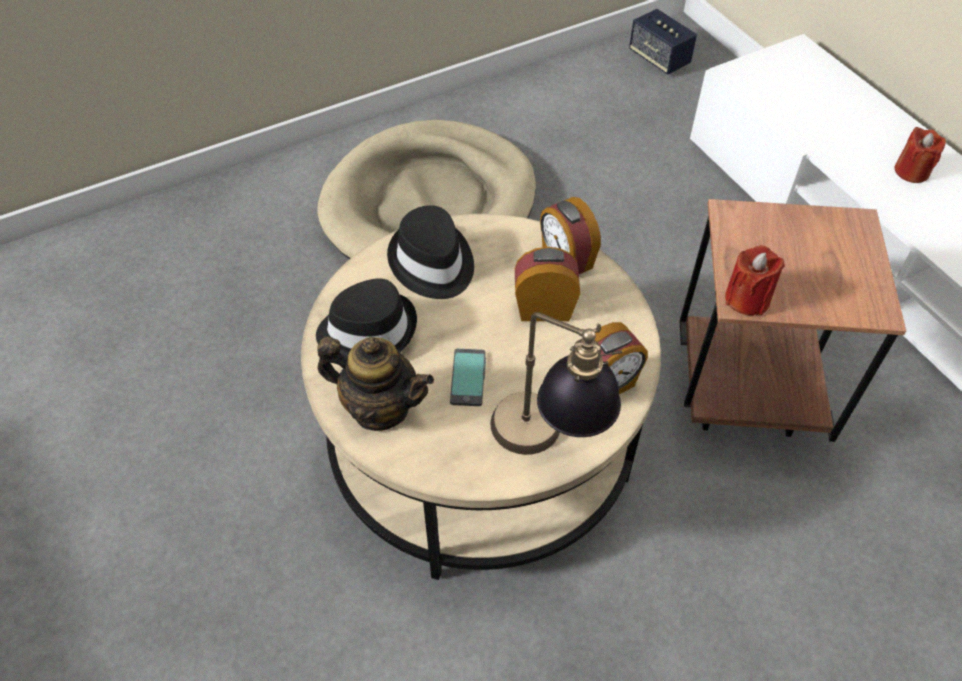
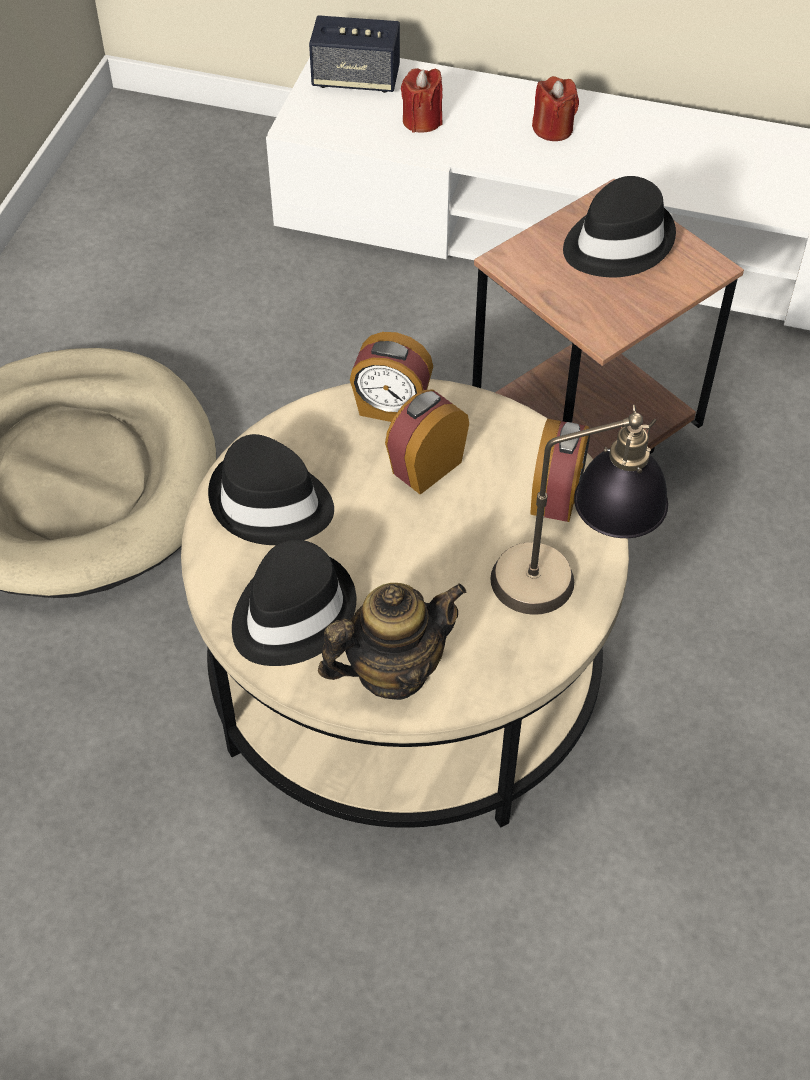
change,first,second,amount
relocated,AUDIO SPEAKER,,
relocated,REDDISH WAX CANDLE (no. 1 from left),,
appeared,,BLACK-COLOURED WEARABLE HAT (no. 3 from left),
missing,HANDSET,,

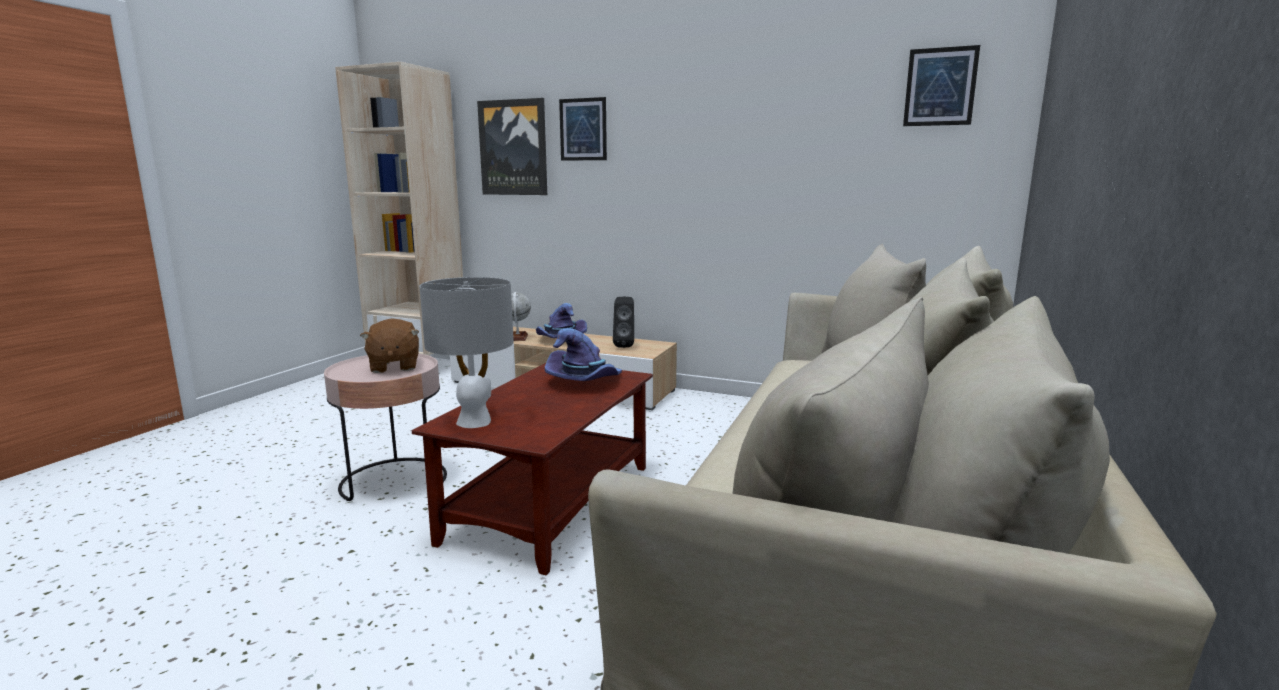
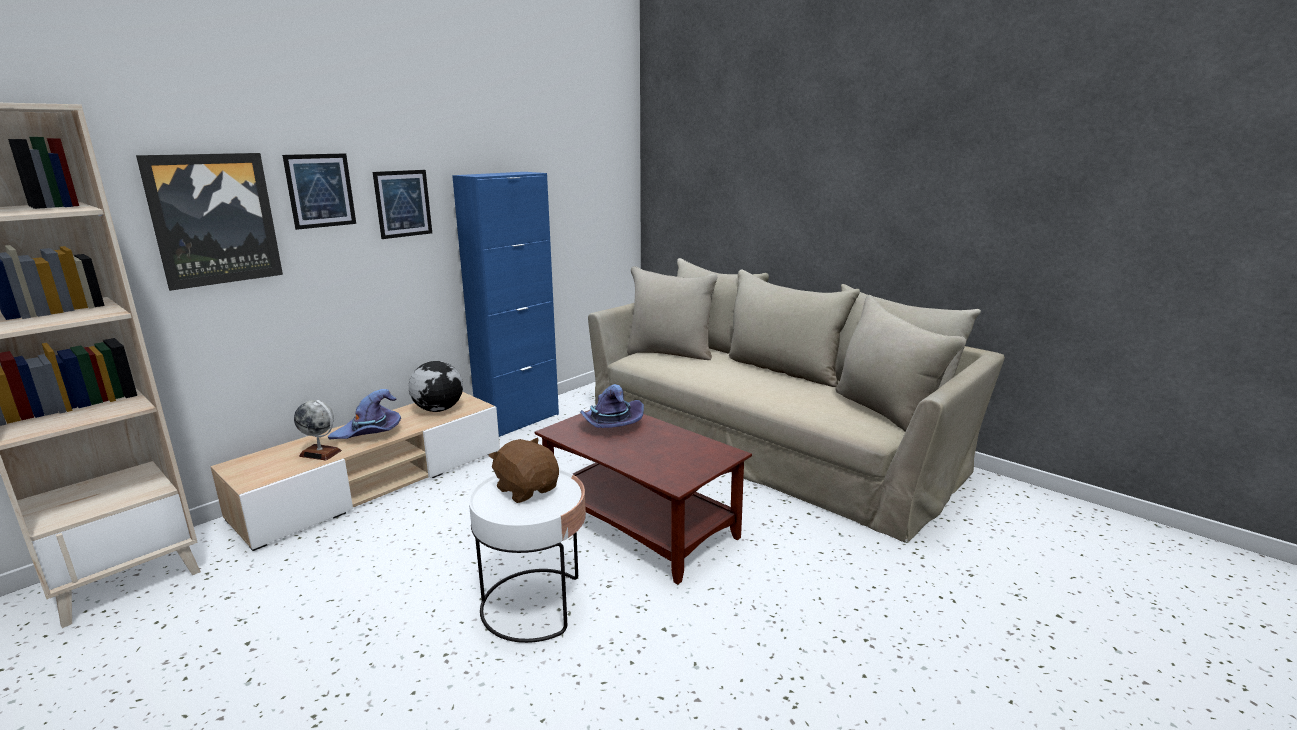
change,first,second,amount
relocated,PICTURE (no. 3 from left),,
exchanged,BLACK-COLOURED AUDIO SPEAKER,WORLD GLOBE (no. 2 from left),
appeared,,BLUE CUPBOARD,
colour,PINK SIDE TABLE,WHITISH SIDE TABLE,
spun,BROWN CUDDLY TOY,,135 degrees counterclockwise
missing,GREY LAMP FOR A TABLE,,

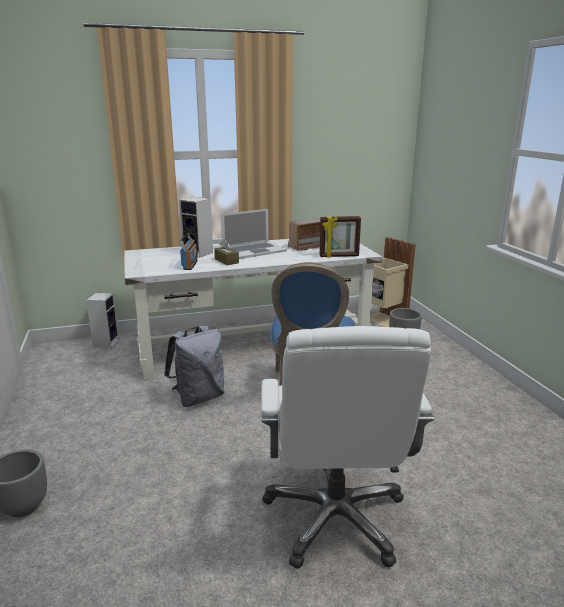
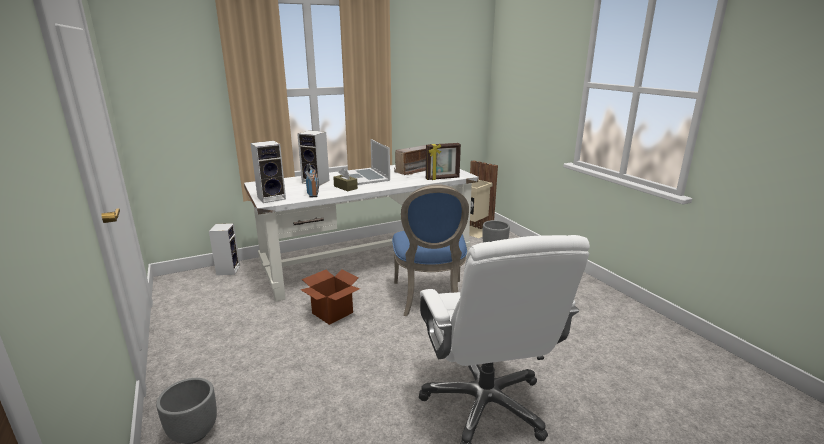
change,first,second,amount
appeared,,AUDIO SPEAKER (no. 2 from left),
exchanged,GREY KNAPSACK,CARTON,
spun,LAPTOP,,105 degrees clockwise

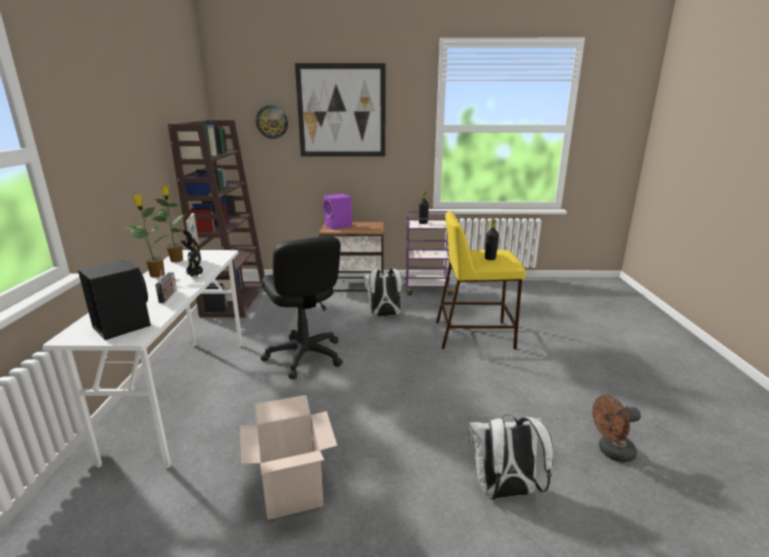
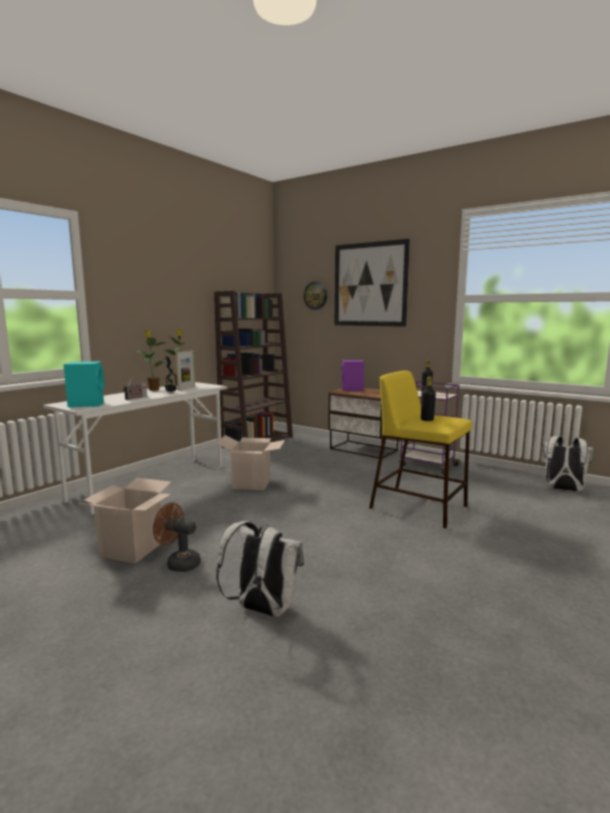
change,first,second,amount
colour,BLACK-COLOURED AUDIO SPEAKER,BLUE-GREEN AUDIO SPEAKER,
relocated,BROWN FAN,,
exchanged,BLACK-COLOURED DESK CHAIR,CARTON (no. 2 from left),
relocated,WHITISH KNAPSACK (no. 1 from left in the first image),WHITISH KNAPSACK (no. 2 from left),

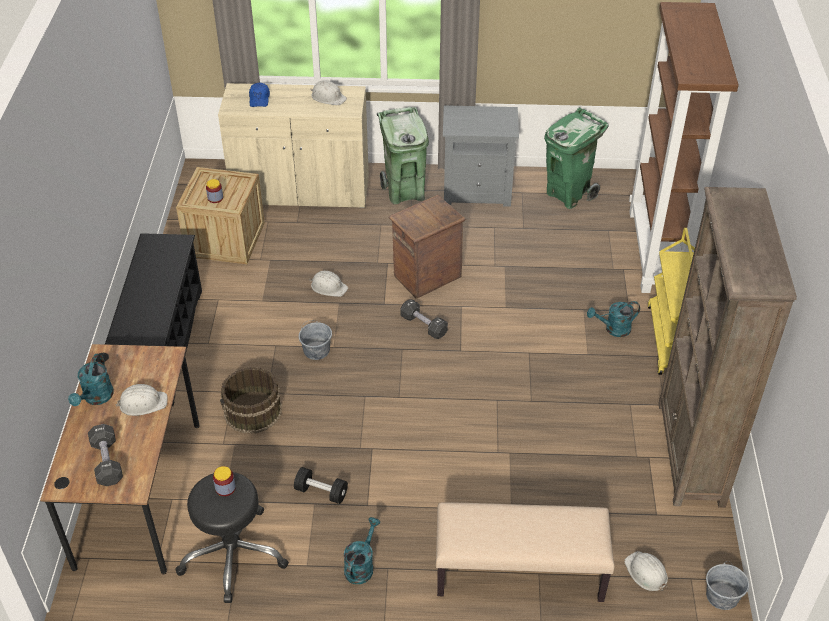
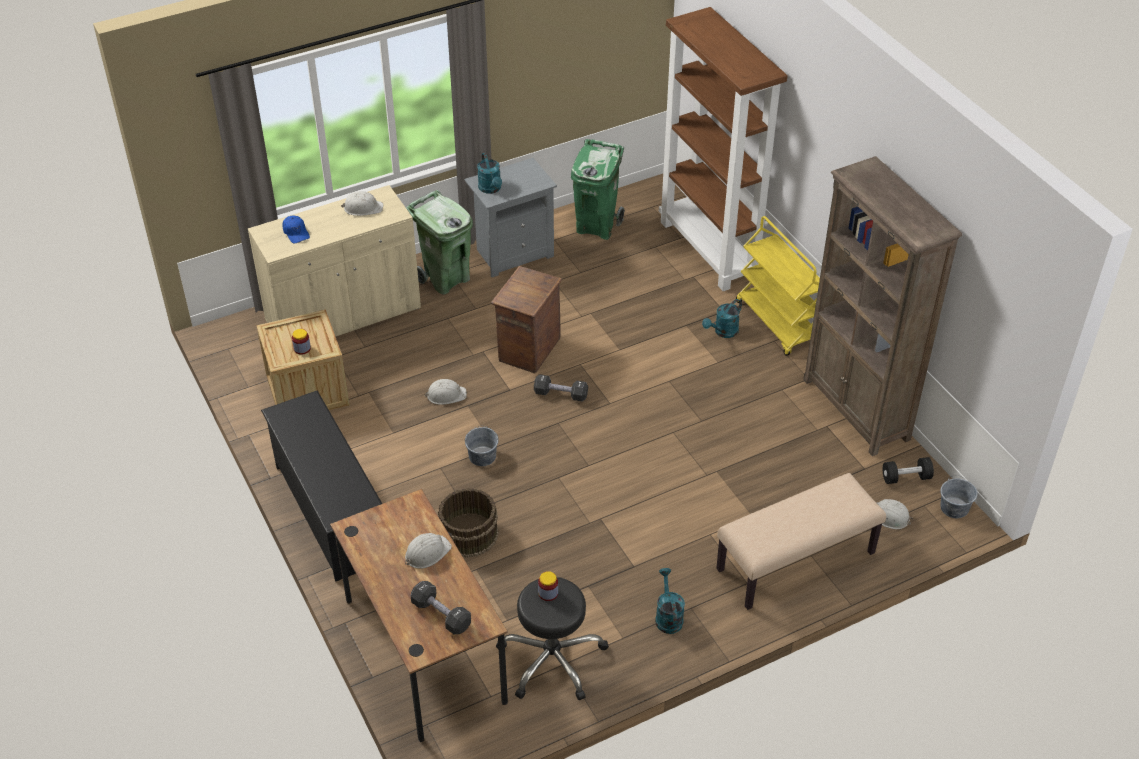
change,first,second,amount
relocated,BLUE-GREEN SPRINKLING CAN (no. 1 from left),,
relocated,BLACK-COLOURED DUMBBELL (no. 2 from left in the first image),BLACK-COLOURED DUMBBELL (no. 3 from left),

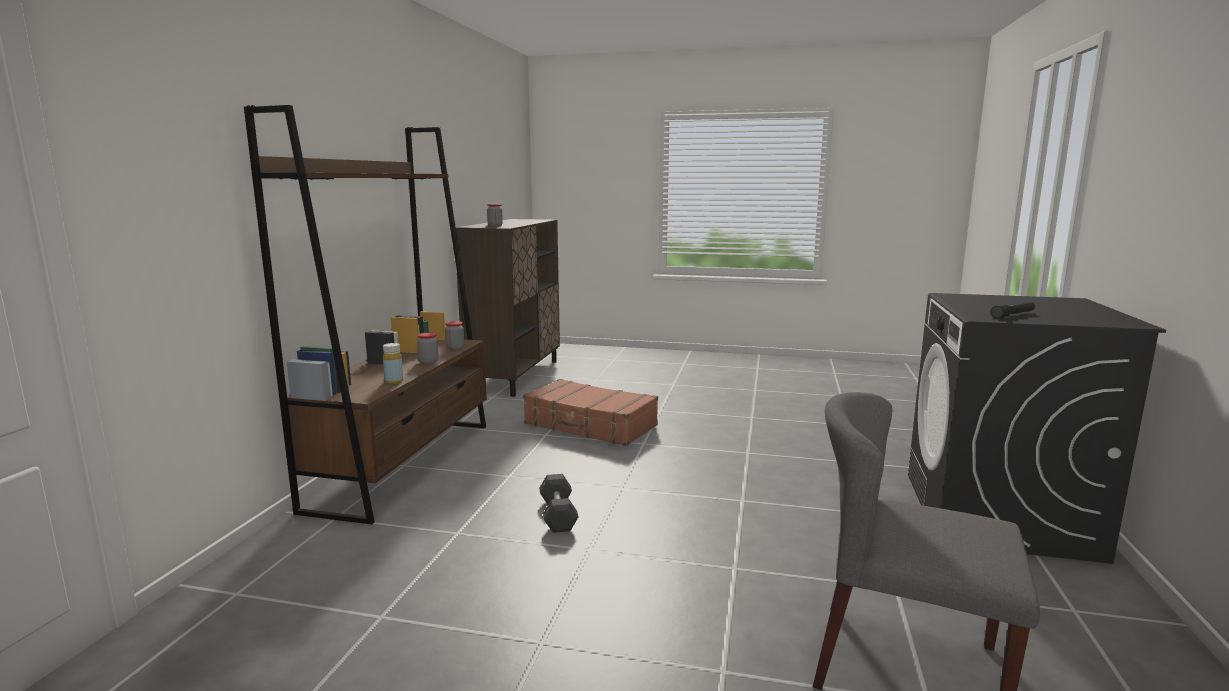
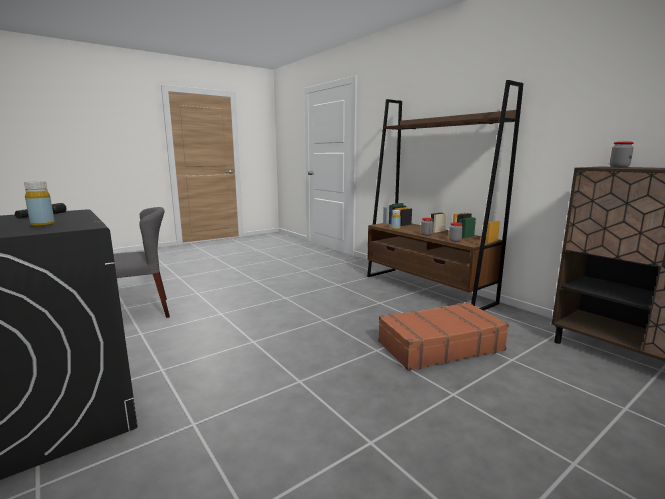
change,first,second,amount
appeared,,YELLOWISH BEVERAGE BOTTLE (no. 1 from left),
missing,GREY DUMBBELL,,

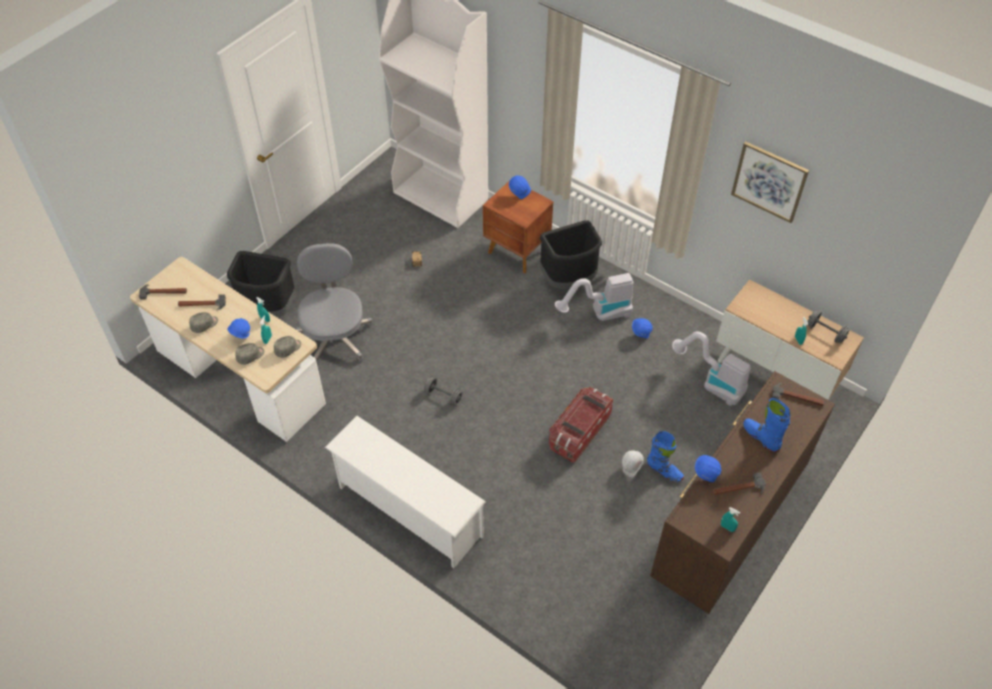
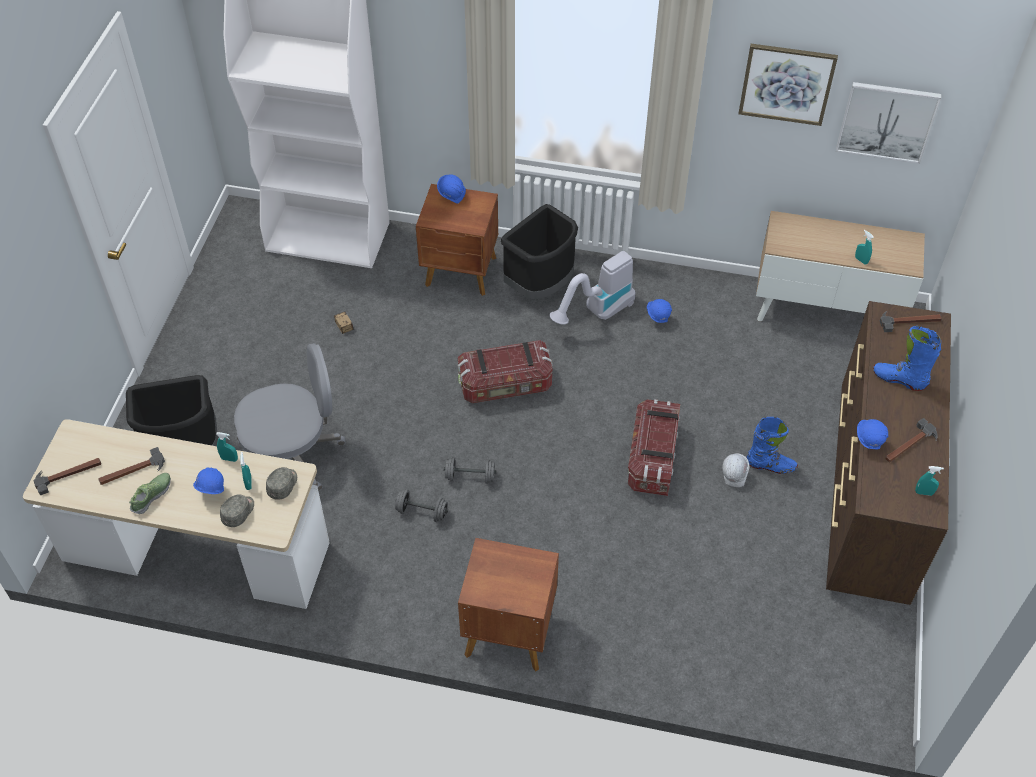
change,first,second,amount
exchanged,GREY PEAKED CAP (no. 1 from left),LOW SHOE,
spun,GREY DESK CHAIR,,105 degrees clockwise
relocated,GREY DUMBBELL (no. 2 from left in the first image),GREY DUMBBELL (no. 1 from left),
appeared,,STORAGE BIN (no. 2 from left),
exchanged,WHITISH SHOE SHELF,BROWN NIGHT TABLE (no. 2 from left),
appeared,,PICTURE (no. 2 from left),
missing,VACUUM (no. 2 from left),,

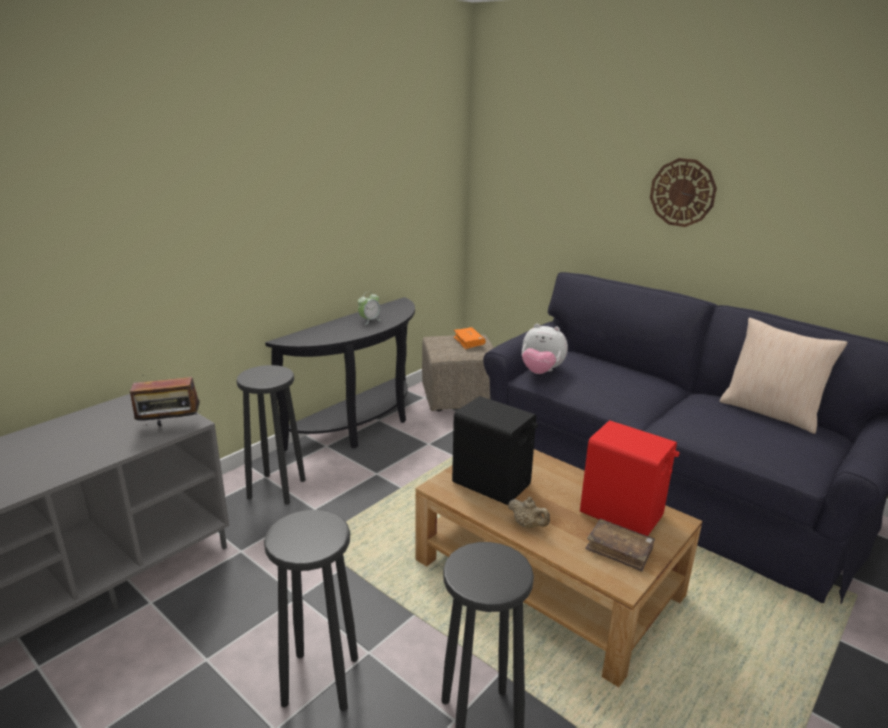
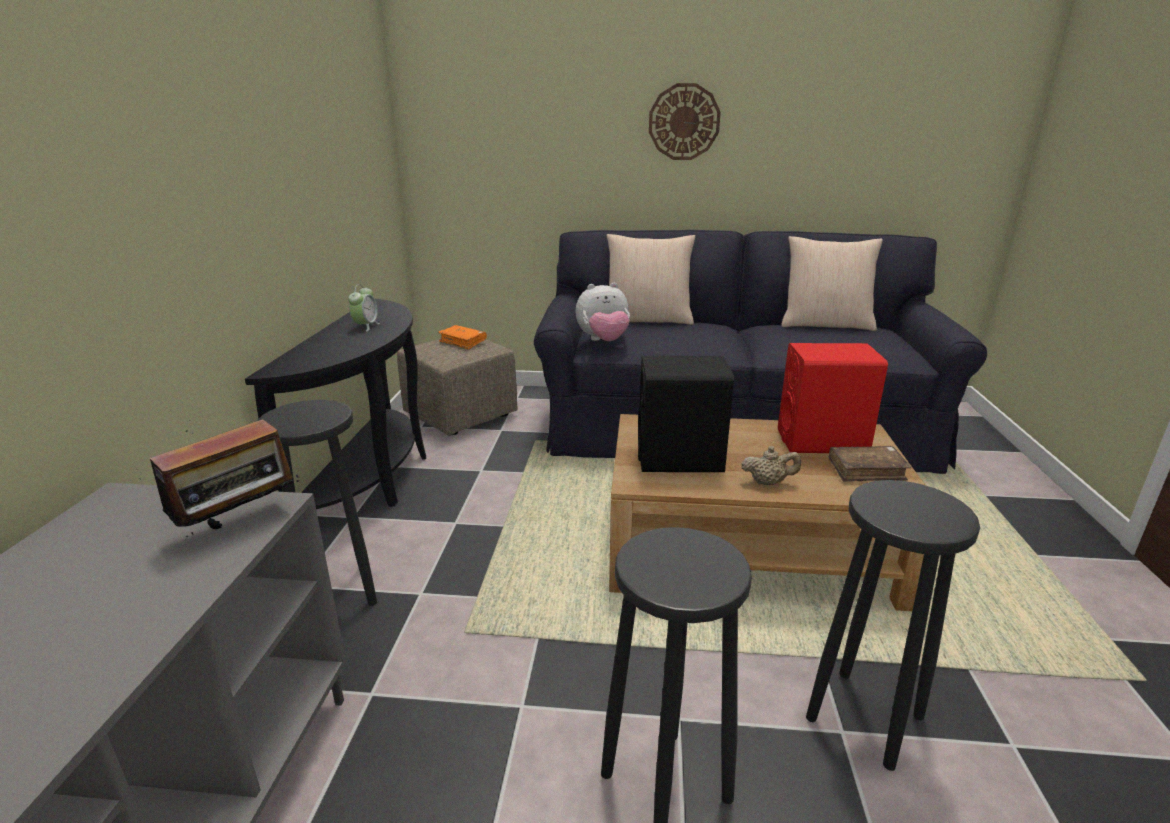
change,first,second,amount
appeared,,SAND-COLOURED THROW PILLOW (no. 1 from left),

